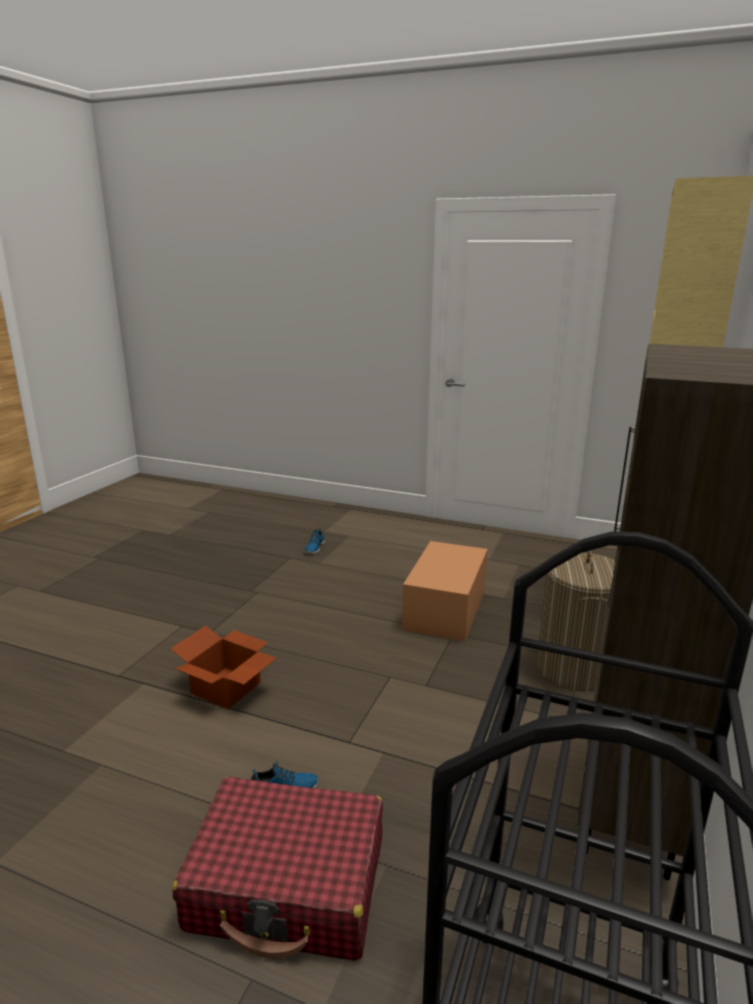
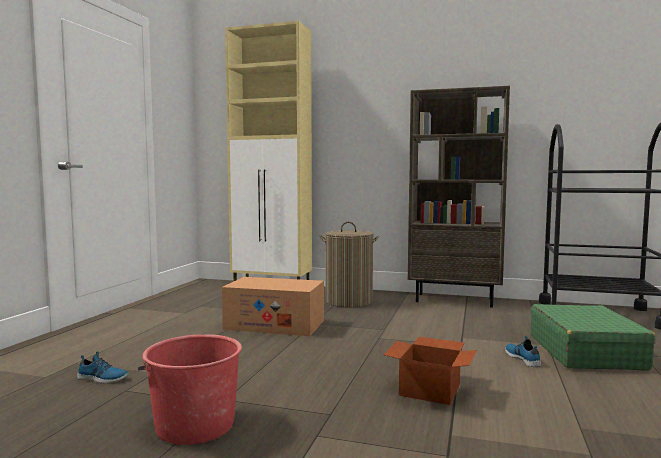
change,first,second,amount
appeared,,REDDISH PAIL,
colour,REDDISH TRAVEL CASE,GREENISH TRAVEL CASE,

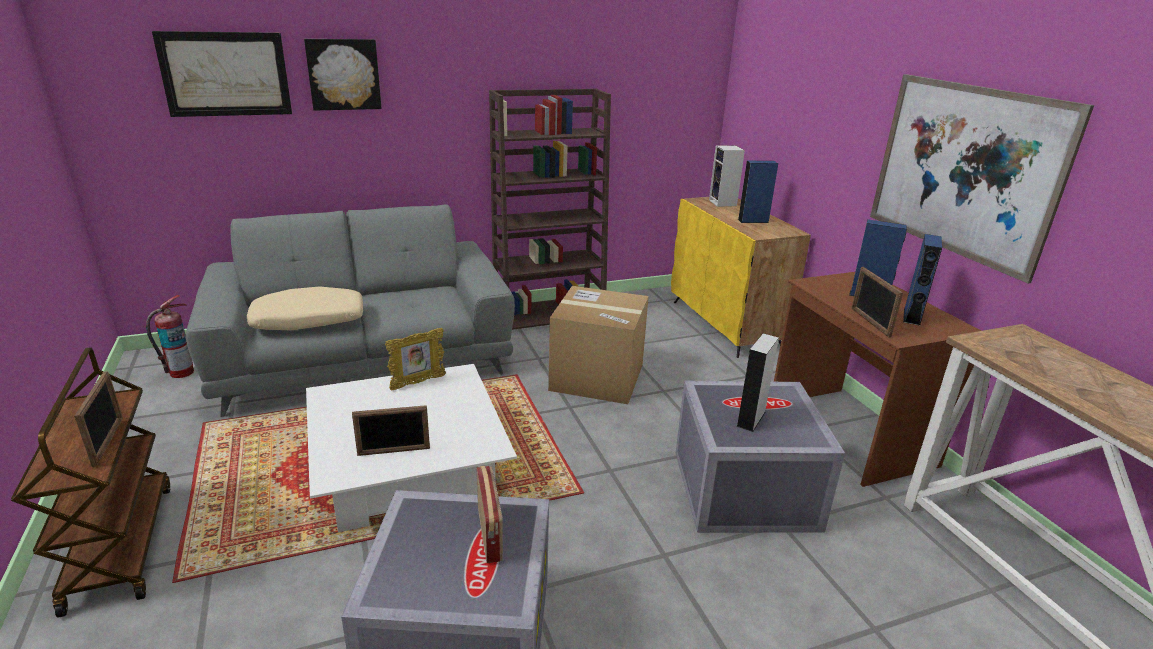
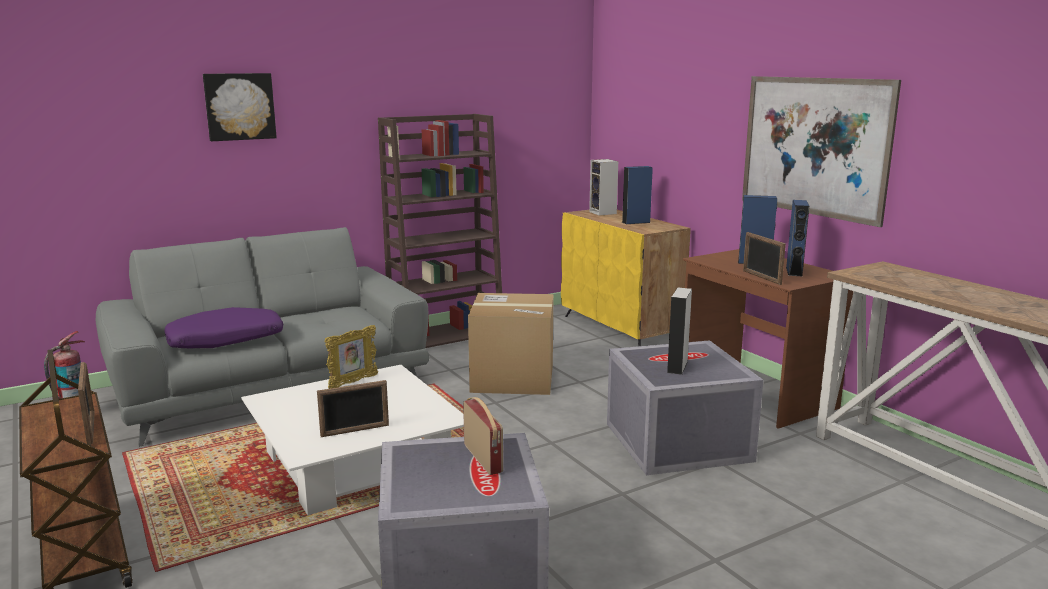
change,first,second,amount
colour,SAND-COLOURED THROW PILLOW,PURPLISH THROW PILLOW,
missing,PICTURE (no. 1 from left),,

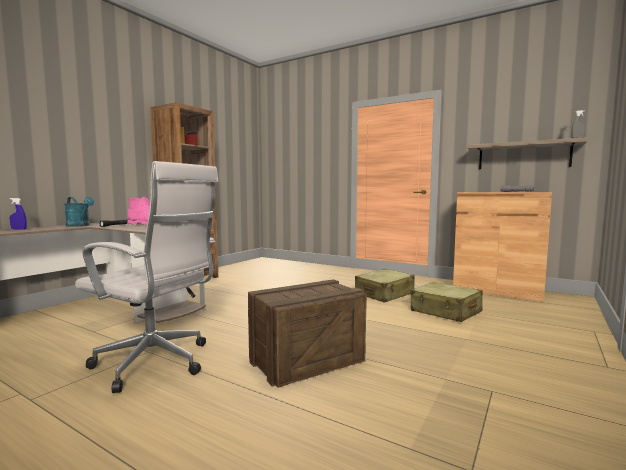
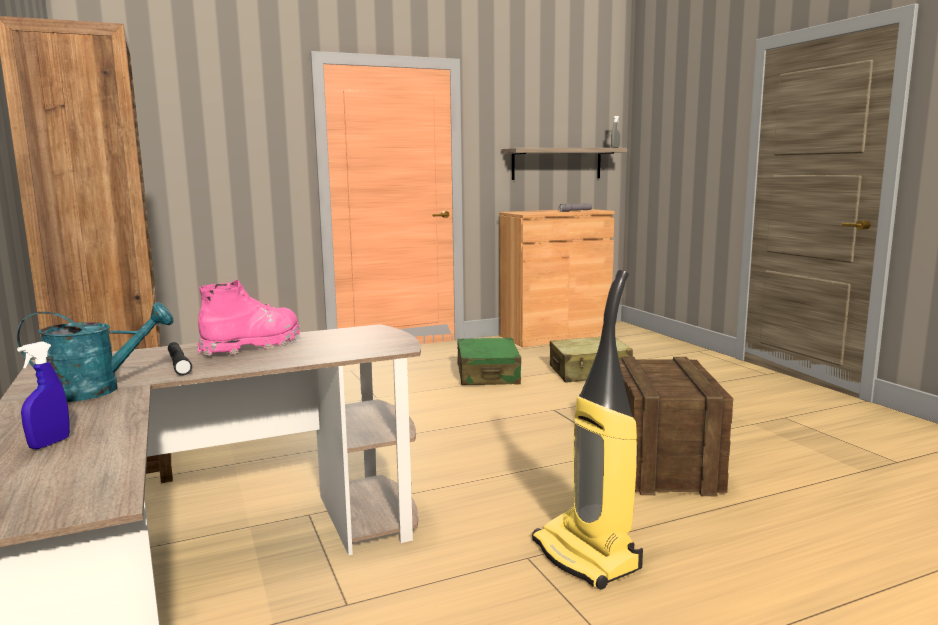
change,first,second,amount
colour,SAND-COLOURED TRAVEL CASE (no. 1 from left),GREENISH TRAVEL CASE,
exchanged,WHITISH DESK CHAIR,VACUUM,

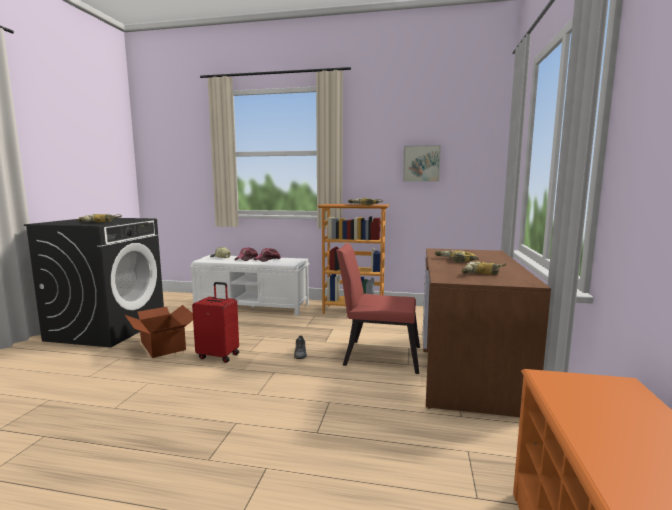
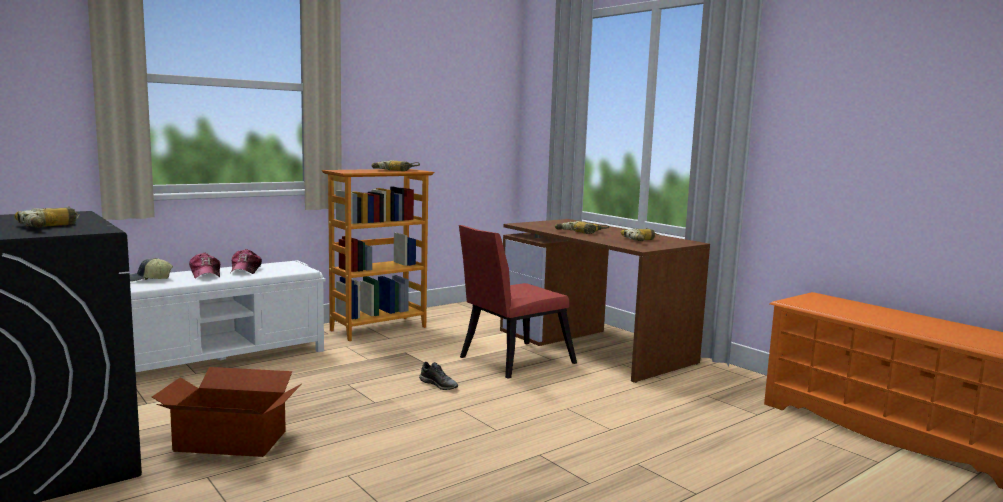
change,first,second,amount
missing,REDDISH TRAVEL CASE,,
missing,PICTURE,,

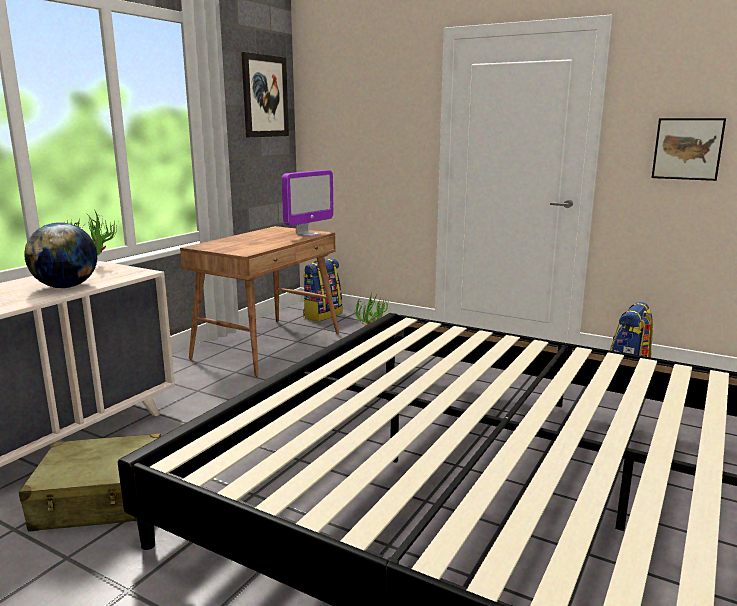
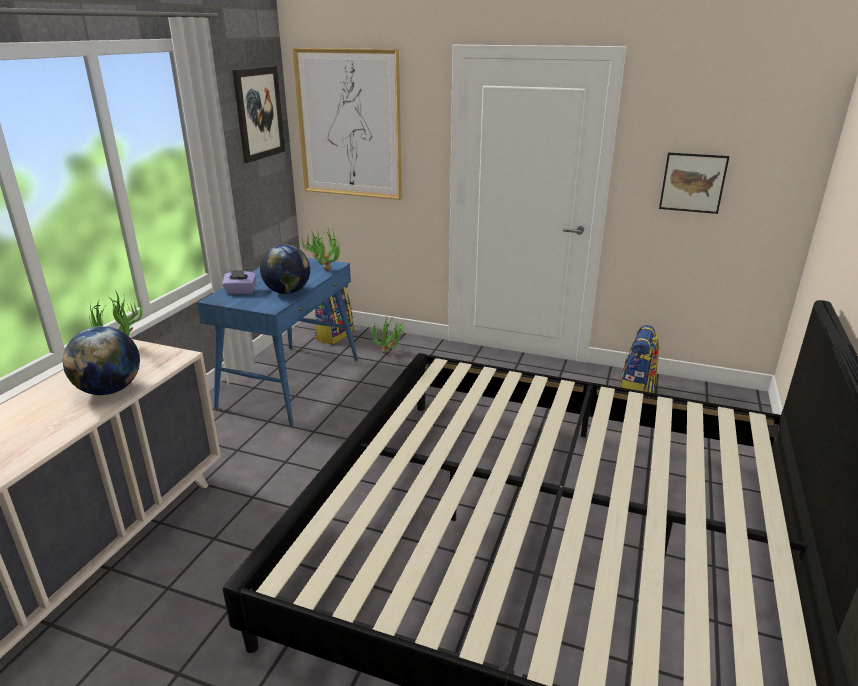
change,first,second,amount
colour,BROWN DESK TABLE,BLUE DESK TABLE,
appeared,,PURPLISH TISSUE BOX,
appeared,,WORLD GLOBE (no. 2 from left),
appeared,,PICTURE (no. 2 from left),
exchanged,COMPUTER DISPLAY,POTTED PLANT (no. 2 from left),
missing,SAND-COLOURED TRAVEL CASE,,

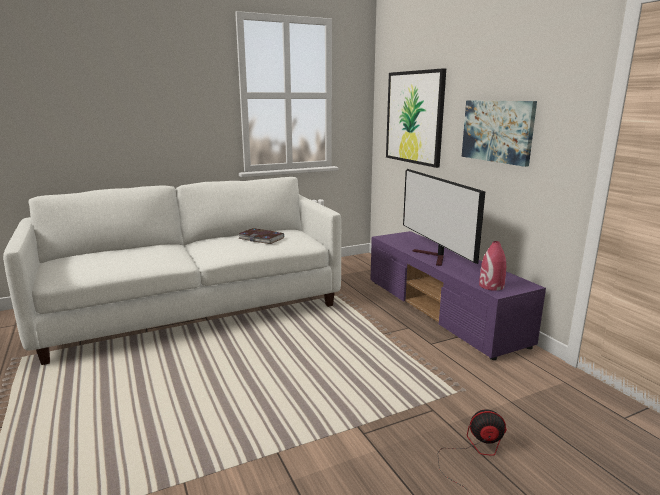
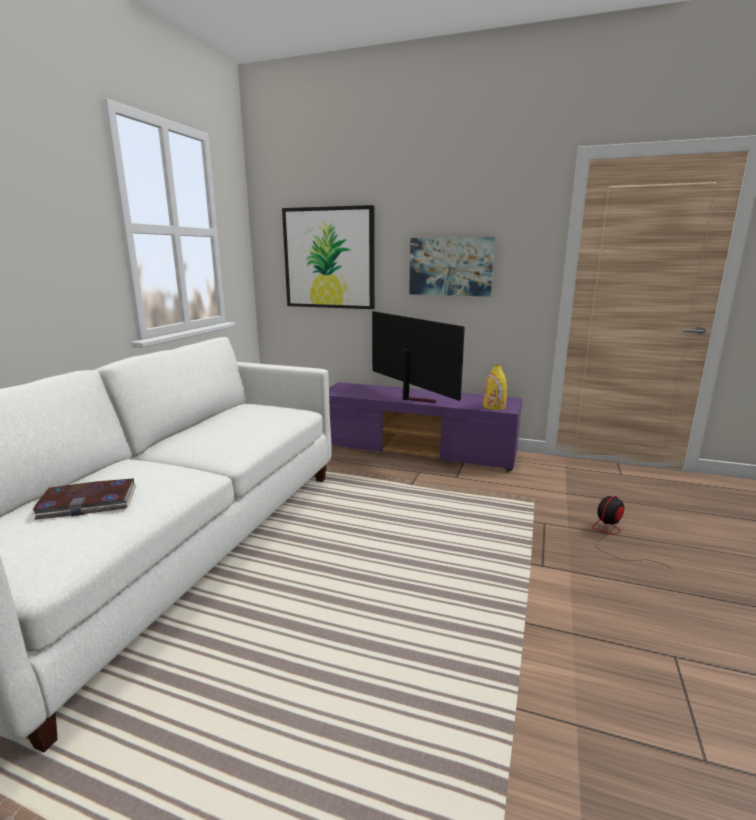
change,first,second,amount
relocated,VOLUME,,
spun,TV,,150 degrees counterclockwise
colour,REDDISH DECORATIVE VASE,YELLOWISH DECORATIVE VASE,

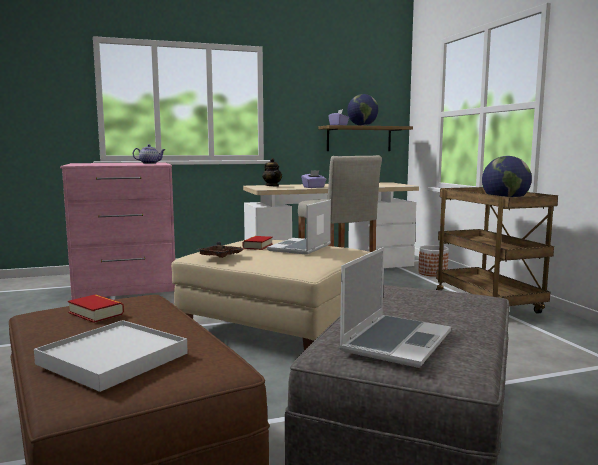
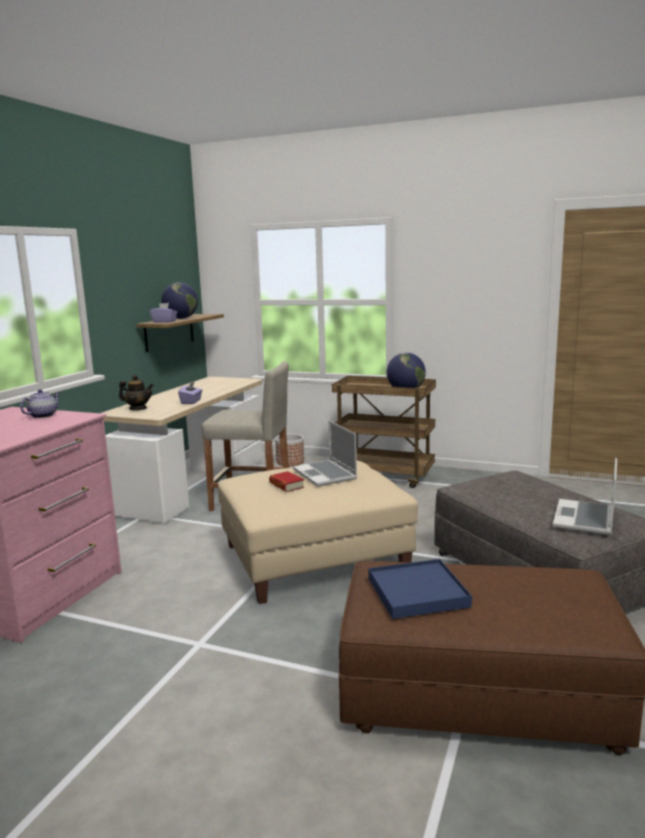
change,first,second,amount
exchanged,VOLUME (no. 1 from left),BLUE CARRYING TRAY,
spun,LAPTOP (no. 2 from left),,135 degrees counterclockwise
missing,WHITISH CARRYING TRAY,,
missing,BROWN CARRYING TRAY,,

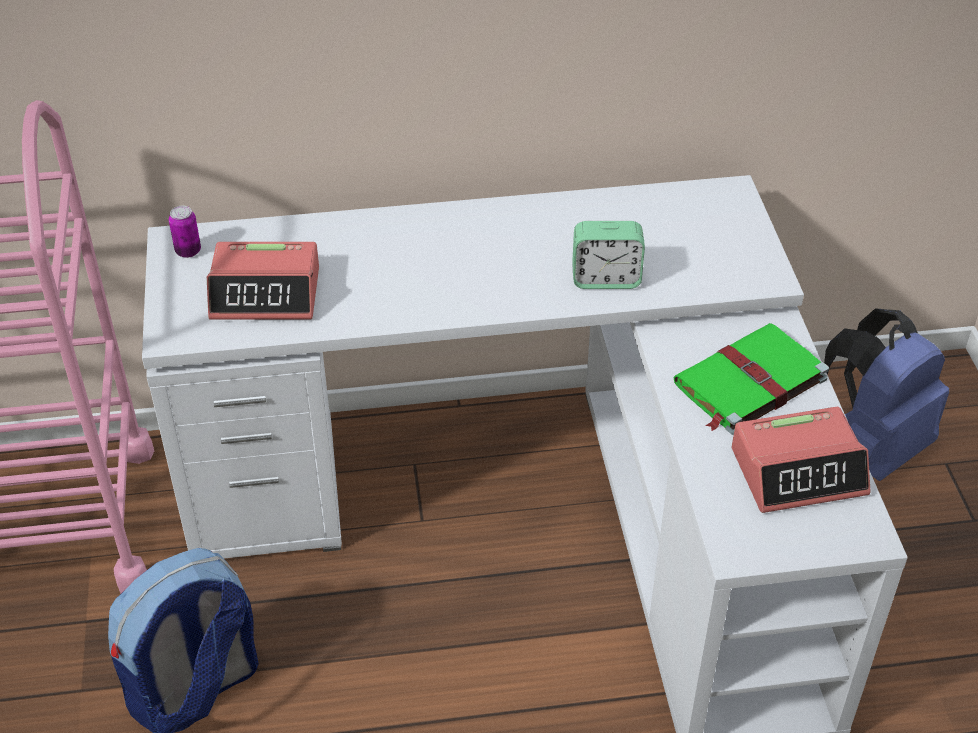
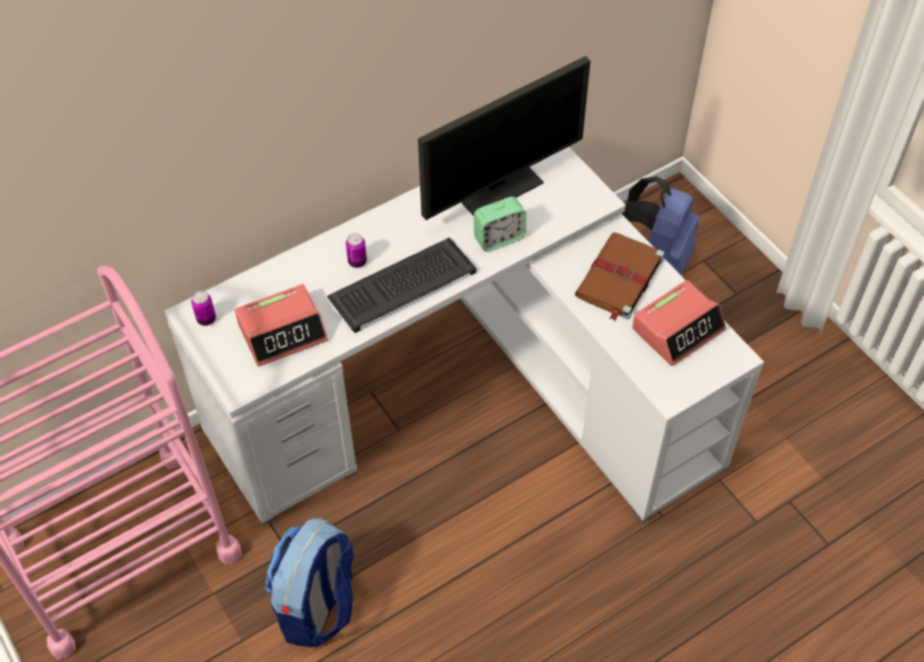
change,first,second,amount
appeared,,PC KEYBOARD,
appeared,,CAN (no. 2 from left),
appeared,,COMPUTER DISPLAY,
colour,GREENISH VOLUME,BROWN VOLUME,

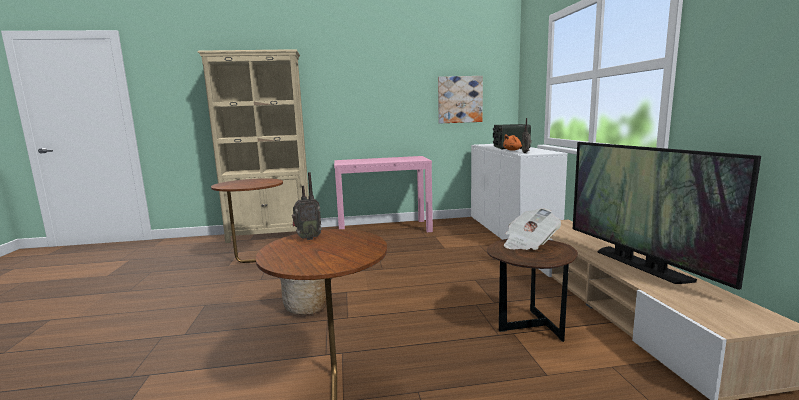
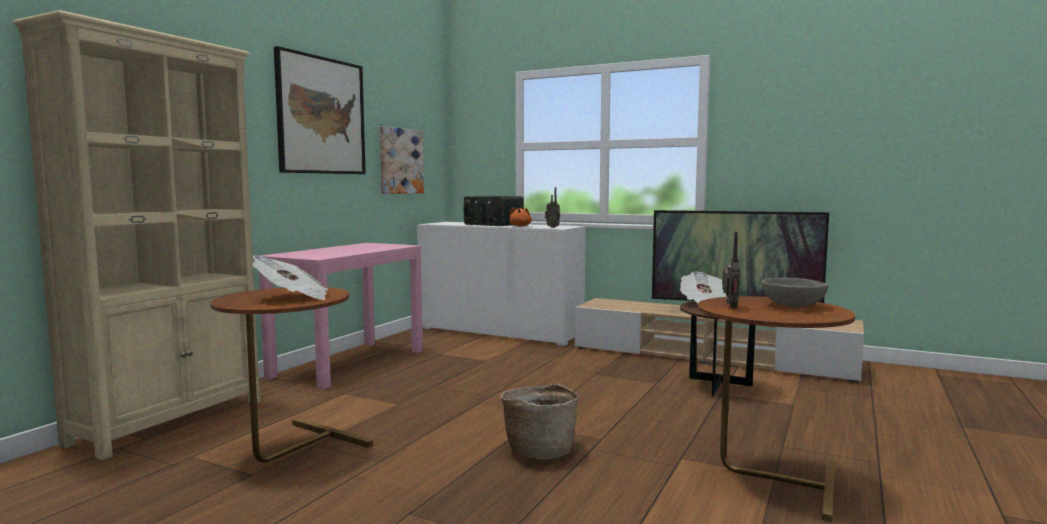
change,first,second,amount
appeared,,DAILY PAPER (no. 1 from left),
appeared,,PICTURE (no. 1 from left),
appeared,,GREY DEEP DISH,

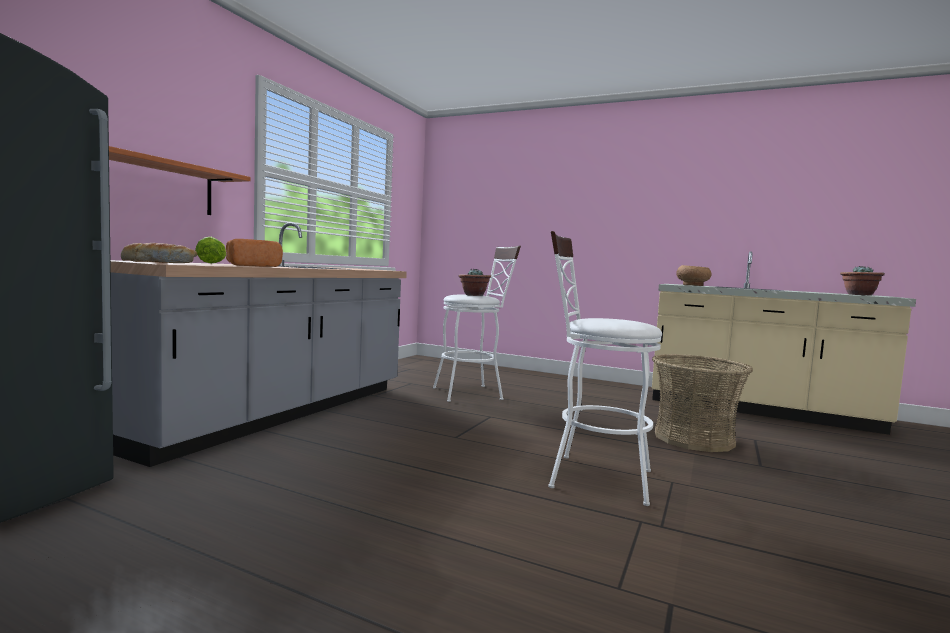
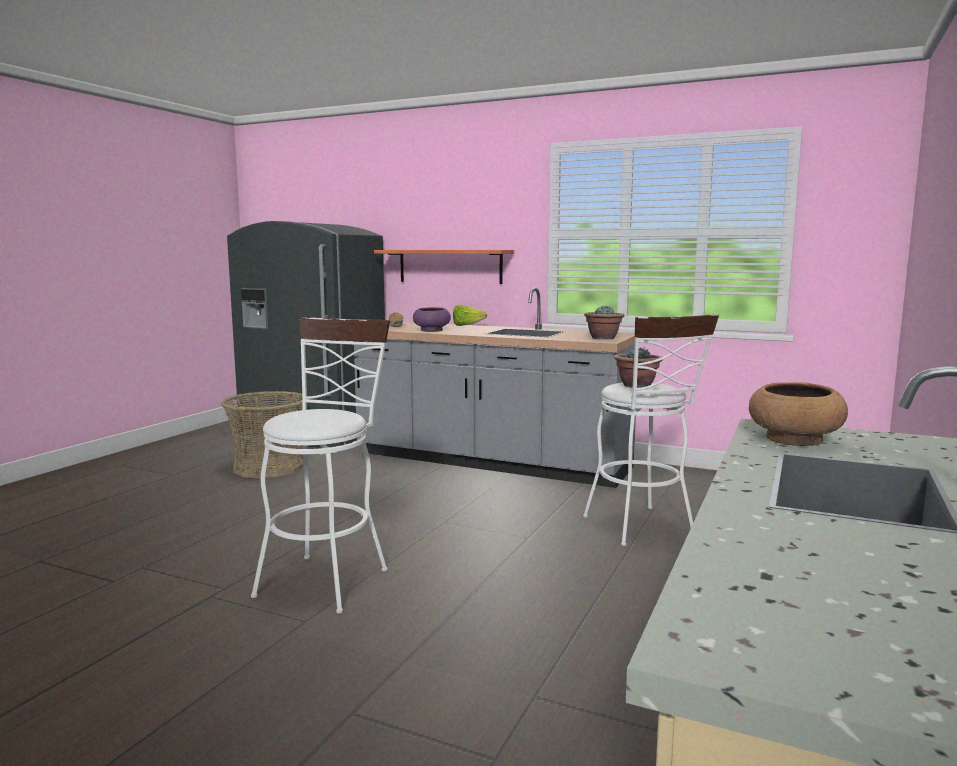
change,first,second,amount
relocated,STORAGE BASKET,,
exchanged,BAKERY BREAD (no. 2 from left),PURPLISH DEEP DISH,
relocated,POTTED PLANT (no. 2 from left in the first image),POTTED PLANT (no. 1 from left),

